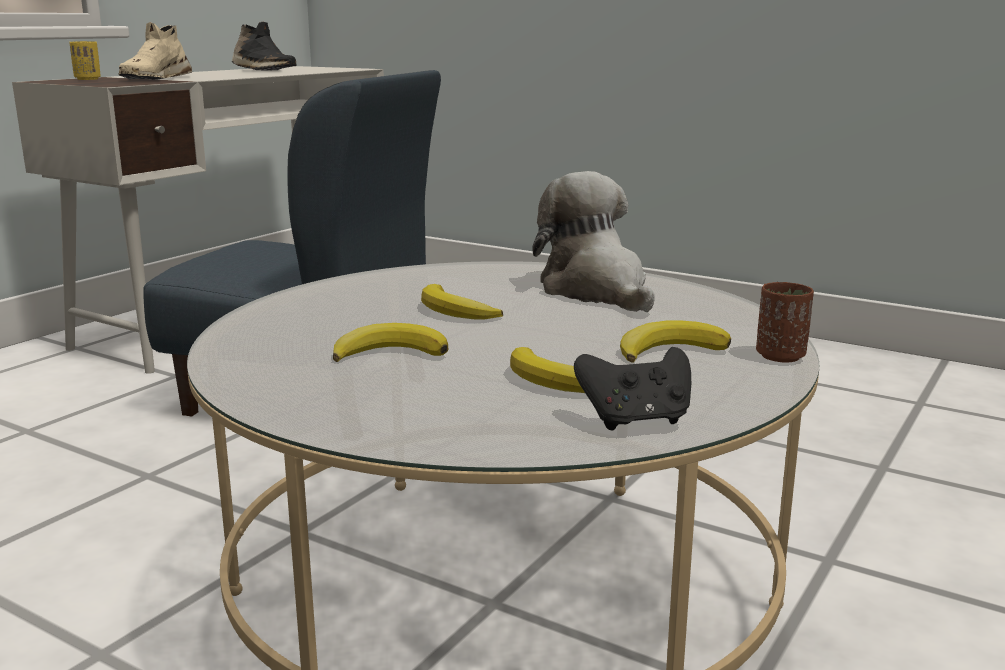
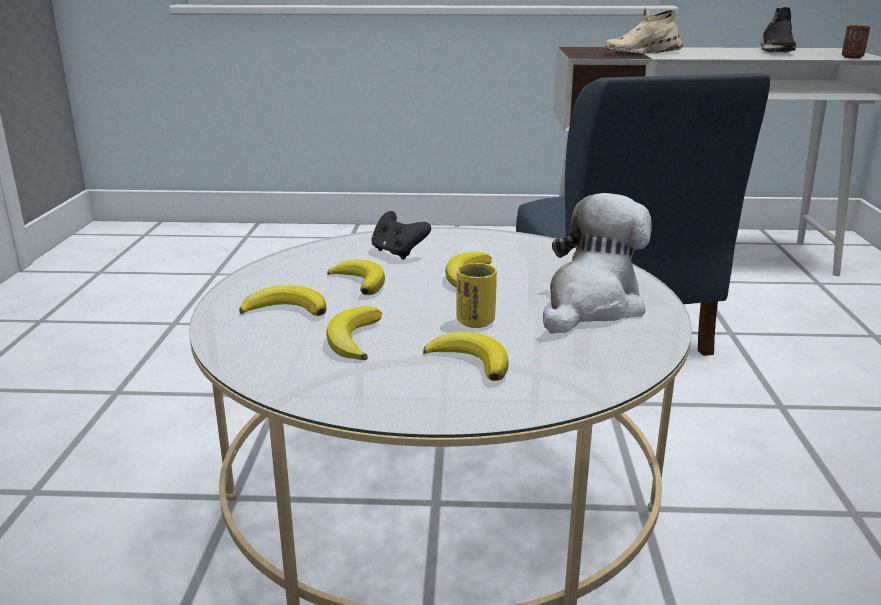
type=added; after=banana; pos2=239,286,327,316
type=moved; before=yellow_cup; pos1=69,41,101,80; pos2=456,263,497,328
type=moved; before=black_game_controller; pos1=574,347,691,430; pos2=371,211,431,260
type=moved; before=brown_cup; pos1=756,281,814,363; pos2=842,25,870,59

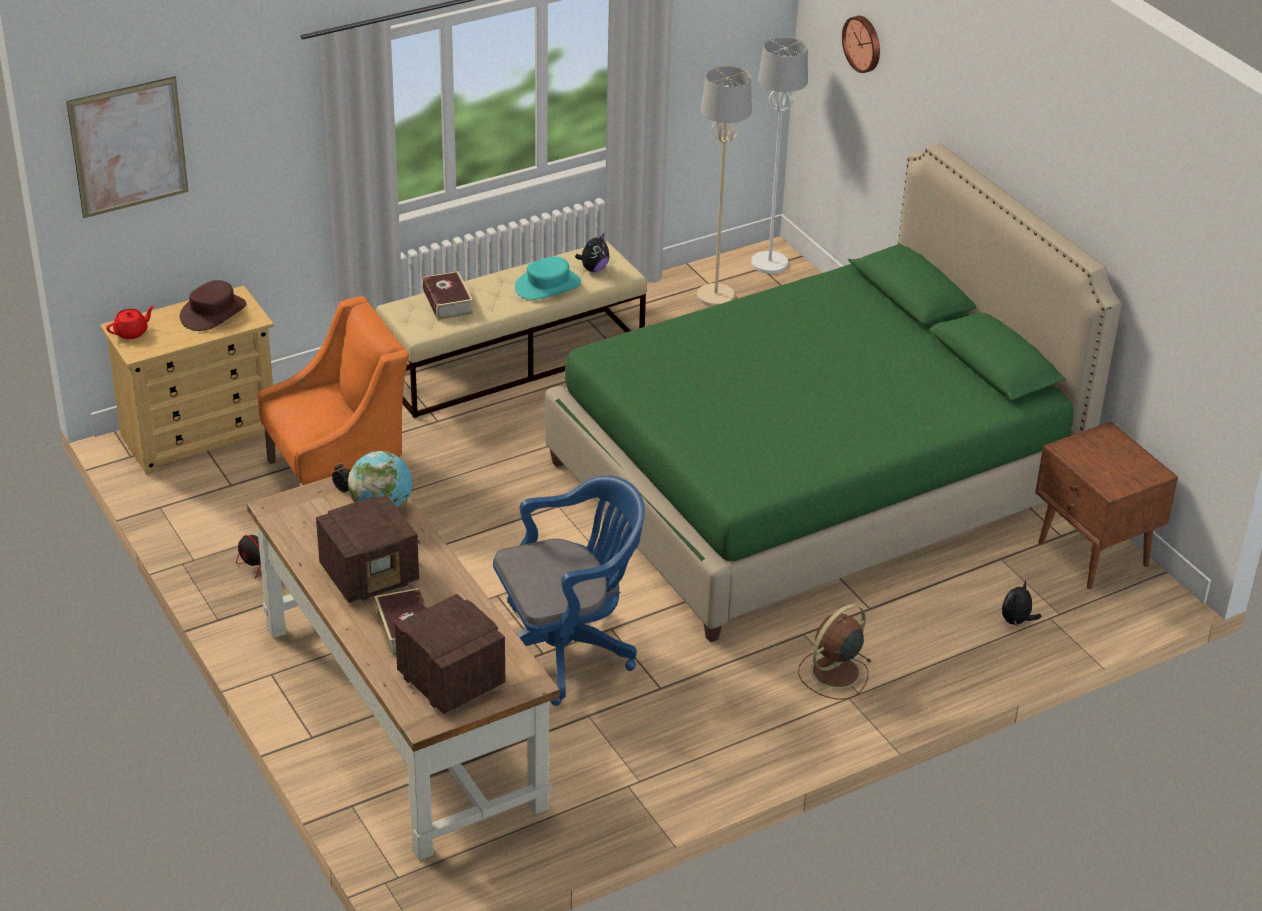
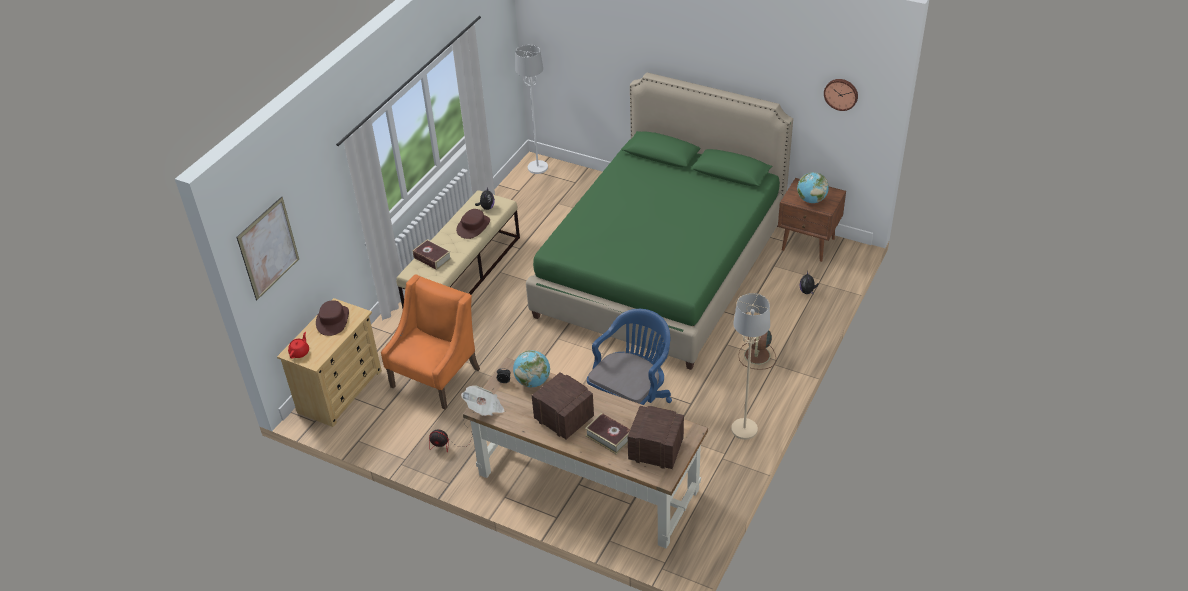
type=added; after=newspaper; pos2=461,385,505,416
type=added; after=globe; pos2=797,172,829,203
type=moved; before=beige_floor_lamp; pos1=697,66,752,307; pos2=731,293,770,440
type=moved; before=wall_clock; pos1=842,16,880,73; pos2=824,79,858,111
type=recoloured; before=turquoise_hat; after=brown_hat; pos1=515,256,581,300; pos2=456,209,490,239
type=turned; before=radio; pos1=316,495,419,603; pos2=532,372,594,439; turn=-75

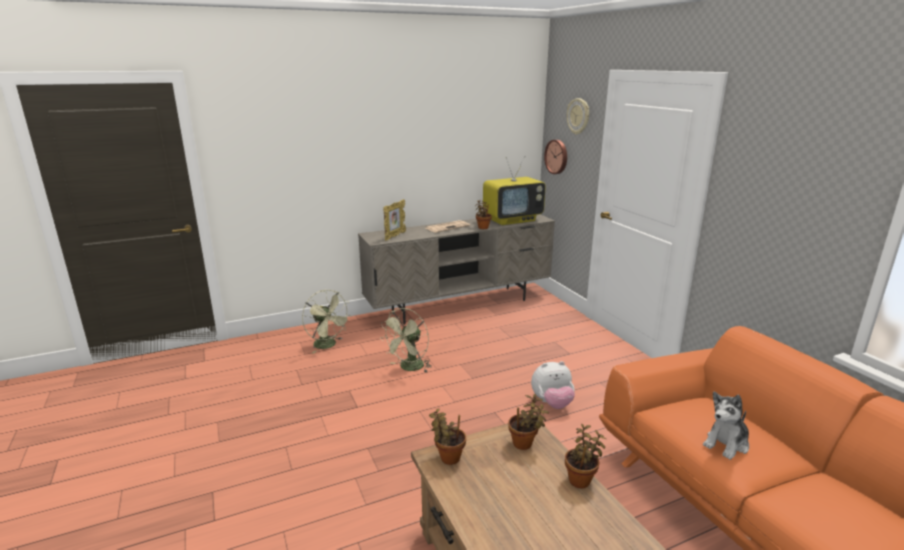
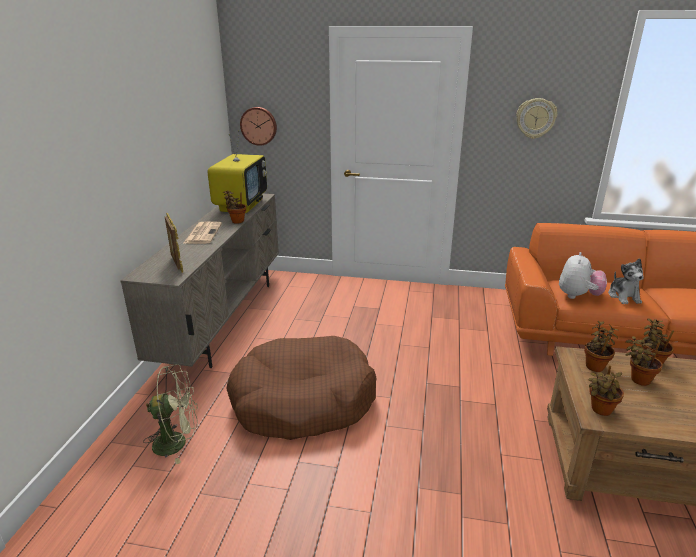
type=added; after=potted_plant; pos2=626,336,663,386
type=moved; before=plush_toy; pos1=531,361,575,409; pos2=559,252,607,299
type=moved; before=wall_clock; pos1=567,98,589,135; pos2=516,98,557,139
type=replaced; before=green_fan; after=brown_dog_bed; pos1=380,308,430,373; pos2=226,336,377,440

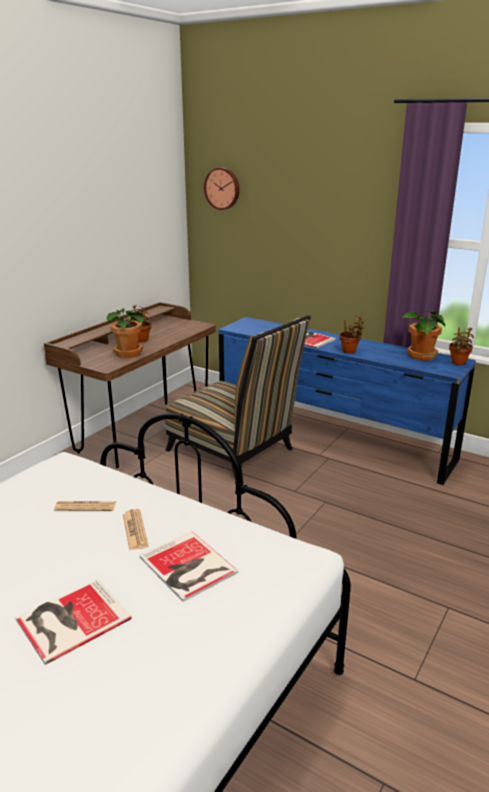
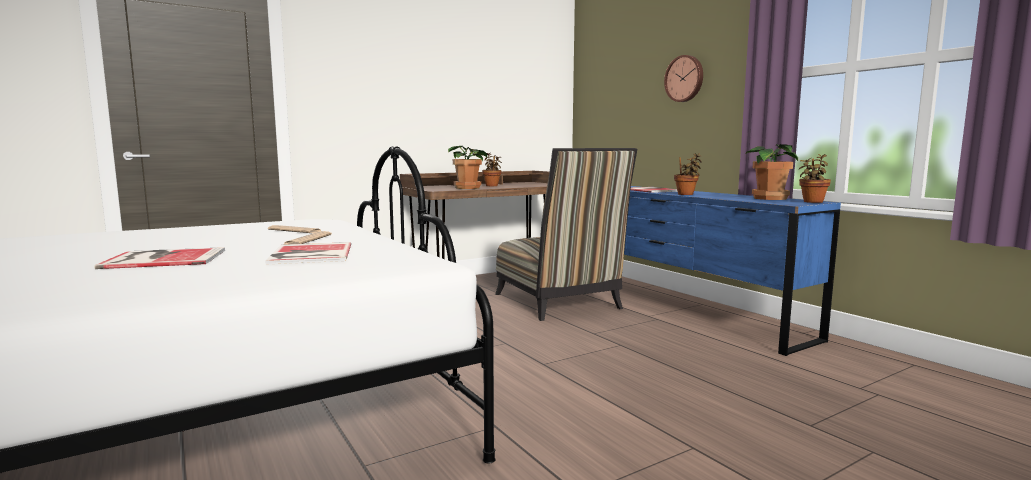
type=moved; before=wall_clock; pos1=204,167,240,210; pos2=664,55,703,102

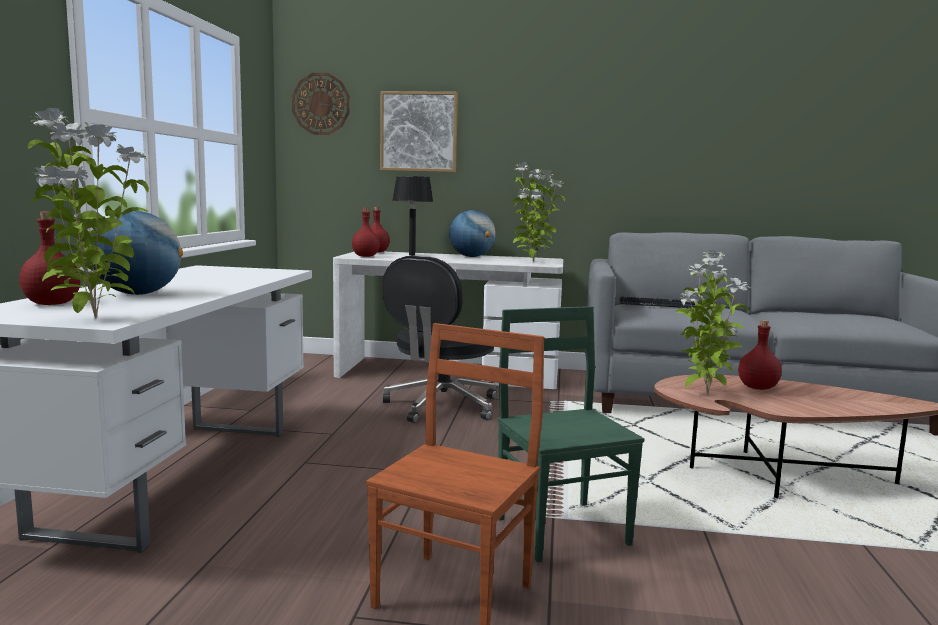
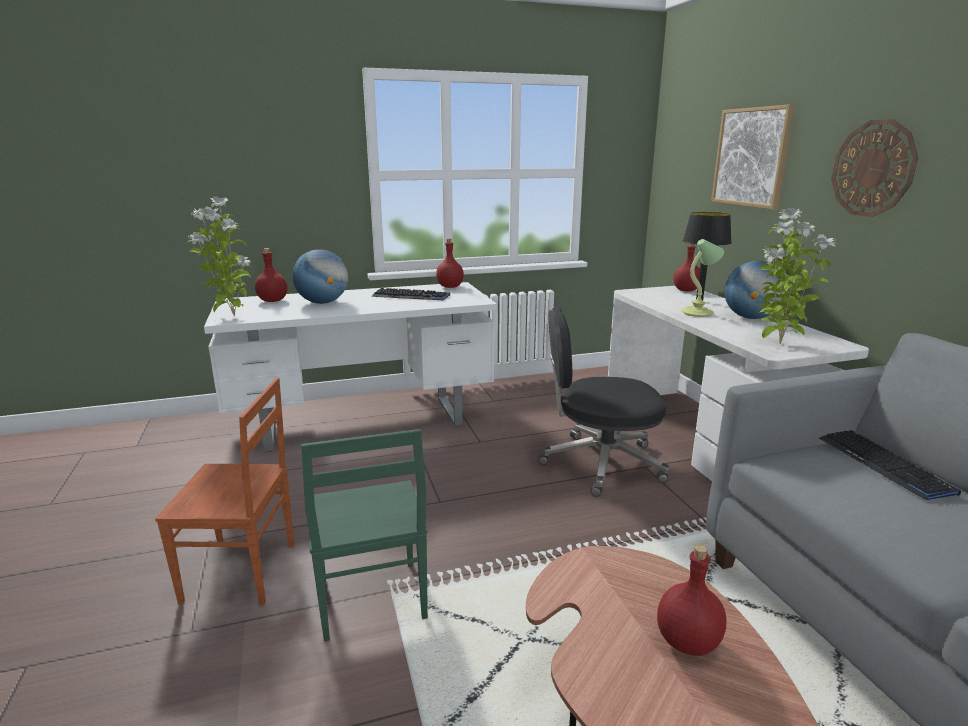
type=removed; before=potted_plant; pos1=675,250,750,395
type=added; after=keyboard; pos2=372,288,450,301
type=added; after=table_lamp; pos2=682,239,724,317
type=moved; before=wall_clock; pos1=292,73,350,135; pos2=831,119,918,217
type=moved; before=red_bottle; pos1=352,208,380,257; pos2=436,239,464,288
type=turned; before=green_chair; pos1=498,306,644,563; pos2=301,429,428,642; turn=120

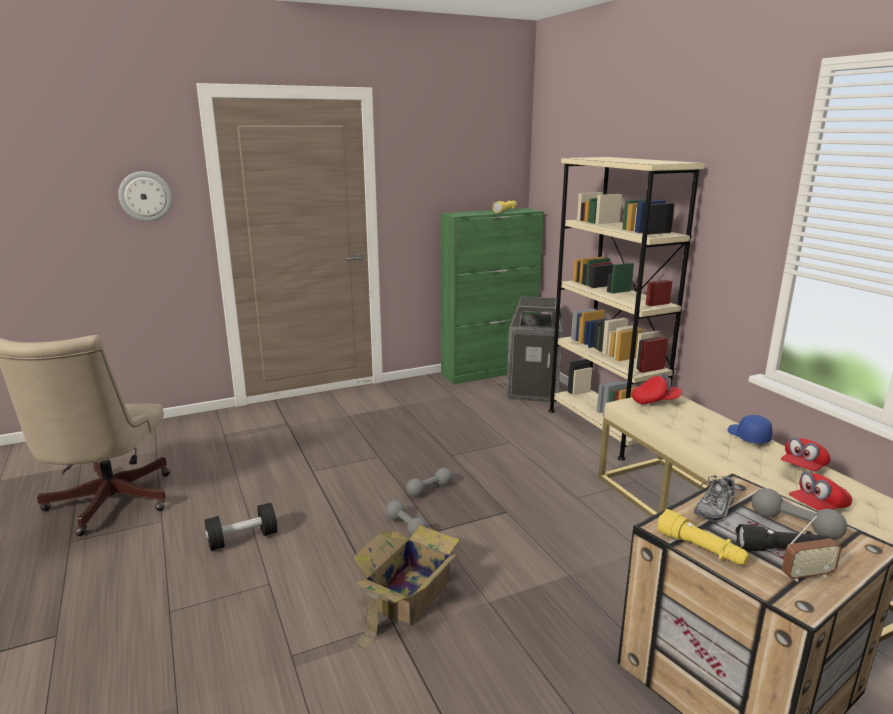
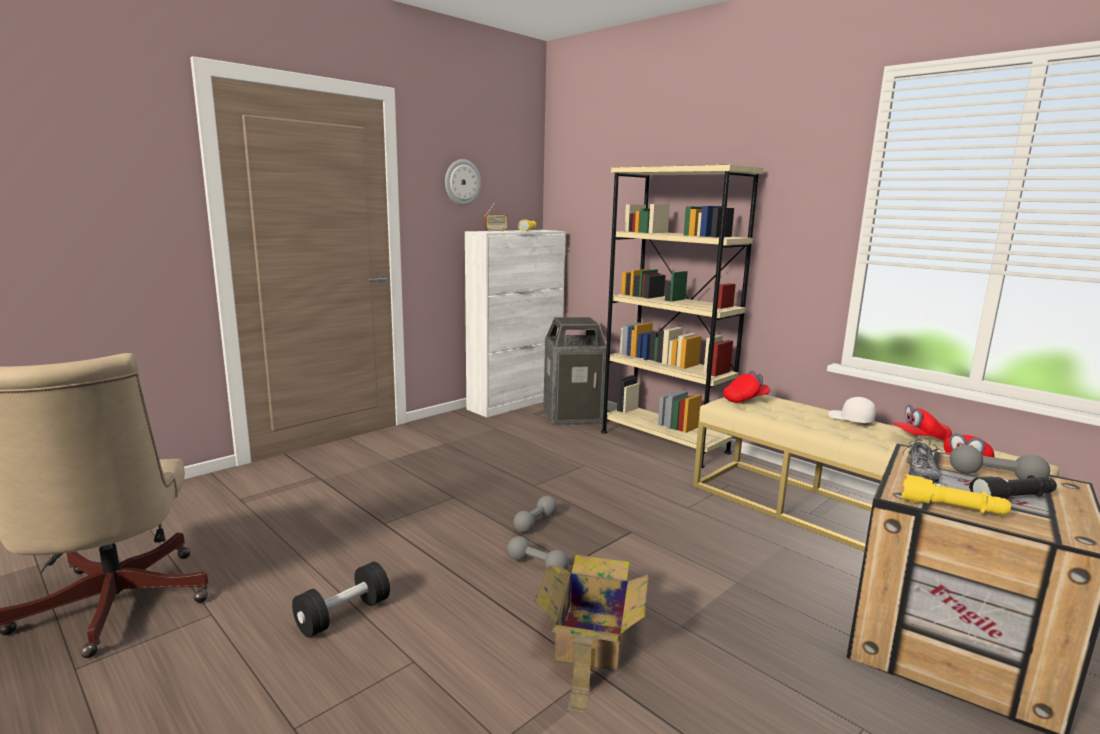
type=moved; before=wall_clock; pos1=118,171,173,222; pos2=445,159,481,206
type=moved; before=radio; pos1=782,516,842,582; pos2=484,202,508,232
type=recoloured; before=green_cabinet; after=white_cabinet; pos1=440,208,544,384; pos2=465,230,566,418
type=recoloured; before=blue_cap; after=white_cap; pos1=728,415,773,444; pos2=829,397,876,423
type=turned; before=red_cap; pos1=781,437,830,471; pos2=891,404,952,441; turn=60

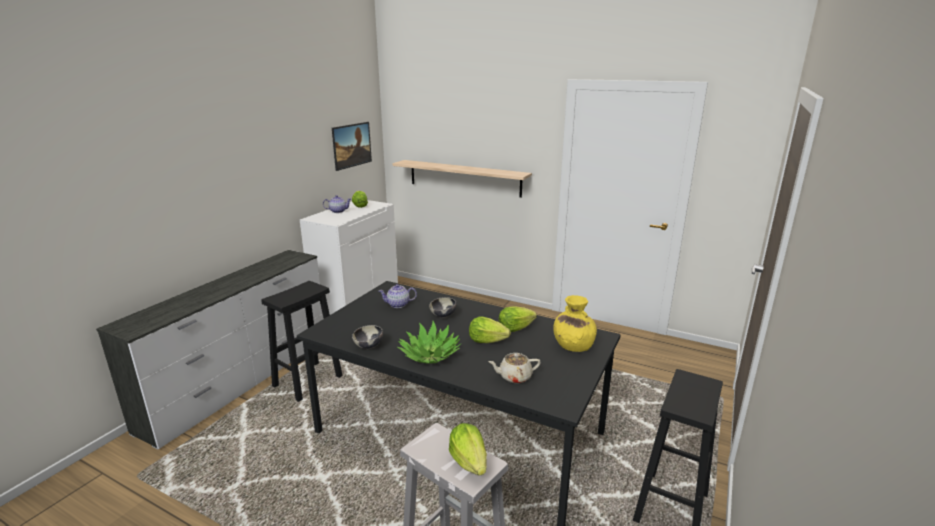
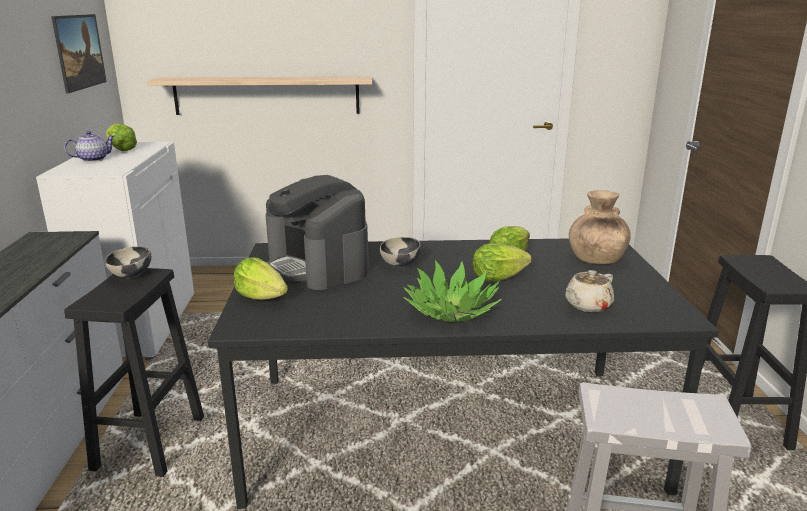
type=moved; before=bowl; pos1=352,325,383,349; pos2=105,246,151,279
type=moved; before=lettuce; pos1=449,423,487,476; pos2=234,257,288,300
type=replaced; before=teapot; after=coffee_machine; pos1=379,284,417,308; pos2=265,175,369,290
type=recoloured; before=yellow_vase; after=brown_vase; pos1=553,295,597,352; pos2=569,190,631,264

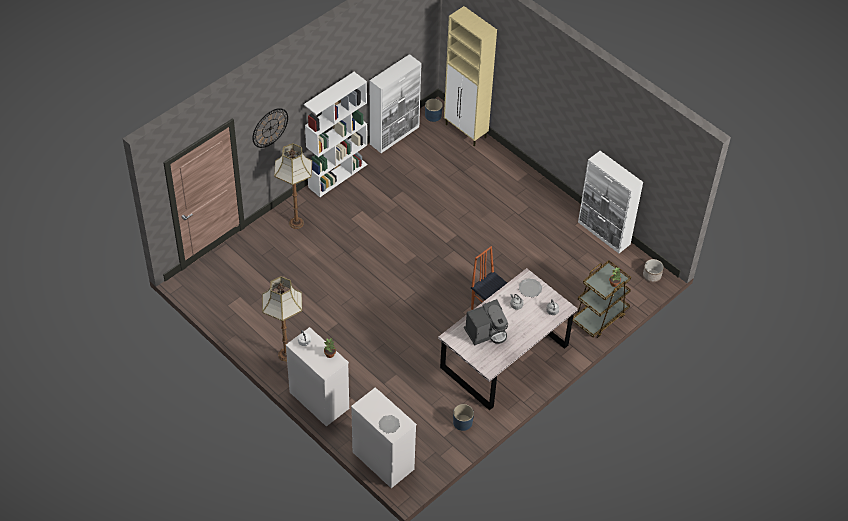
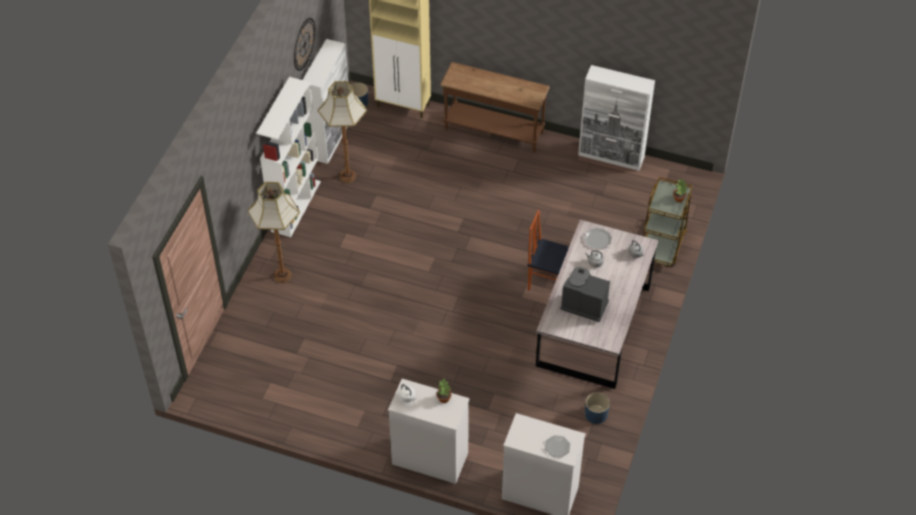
type=removed; before=planter; pos1=643,259,664,282
type=added; after=brown_console_table; pos2=440,62,550,153
type=moved; before=wall_clock; pos1=253,108,288,148; pos2=294,18,316,71
type=moved; before=floor_lamp; pos1=262,276,302,361; pos2=318,81,367,183
type=turned; before=coffee_machine; pos1=464,299,508,345; pos2=560,267,610,322; turn=-105

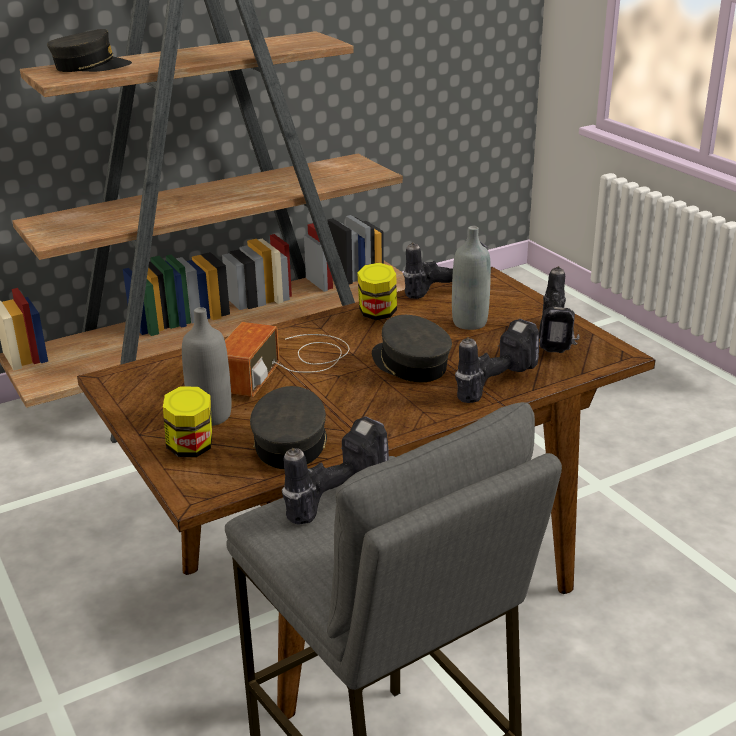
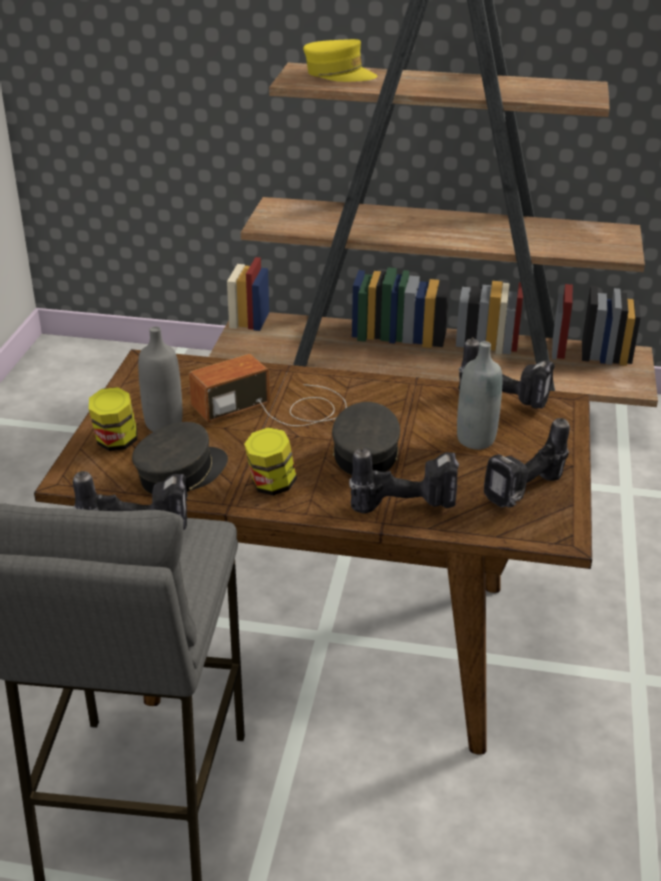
type=moved; before=jar; pos1=358,263,397,320; pos2=244,427,297,496
type=recoloured; before=grey_cap; after=yellow_cap; pos1=47,29,132,72; pos2=303,39,377,82

